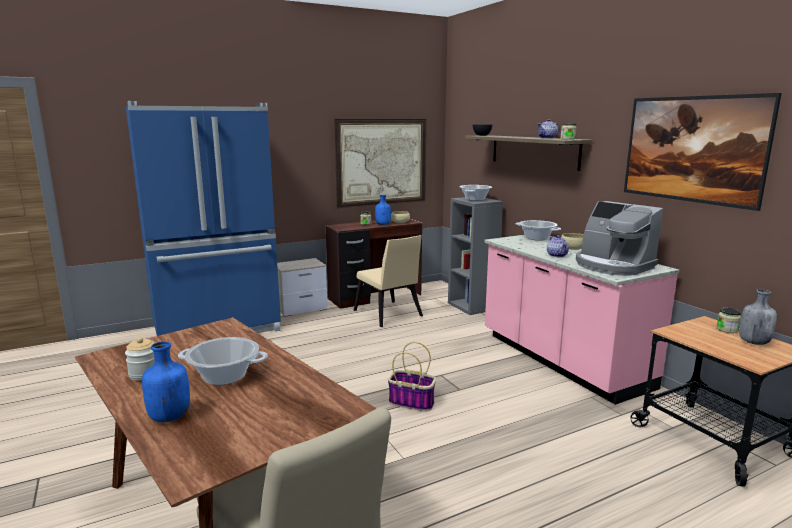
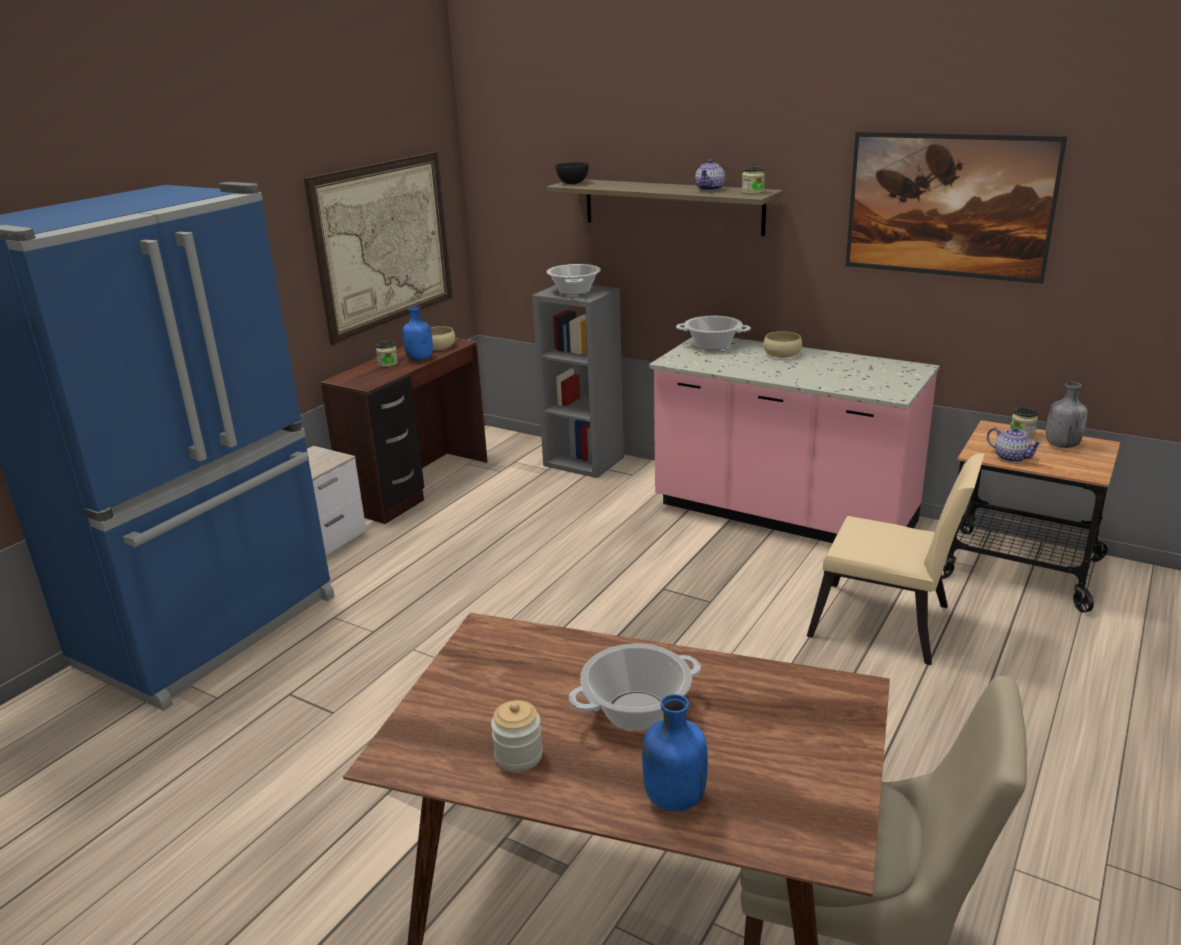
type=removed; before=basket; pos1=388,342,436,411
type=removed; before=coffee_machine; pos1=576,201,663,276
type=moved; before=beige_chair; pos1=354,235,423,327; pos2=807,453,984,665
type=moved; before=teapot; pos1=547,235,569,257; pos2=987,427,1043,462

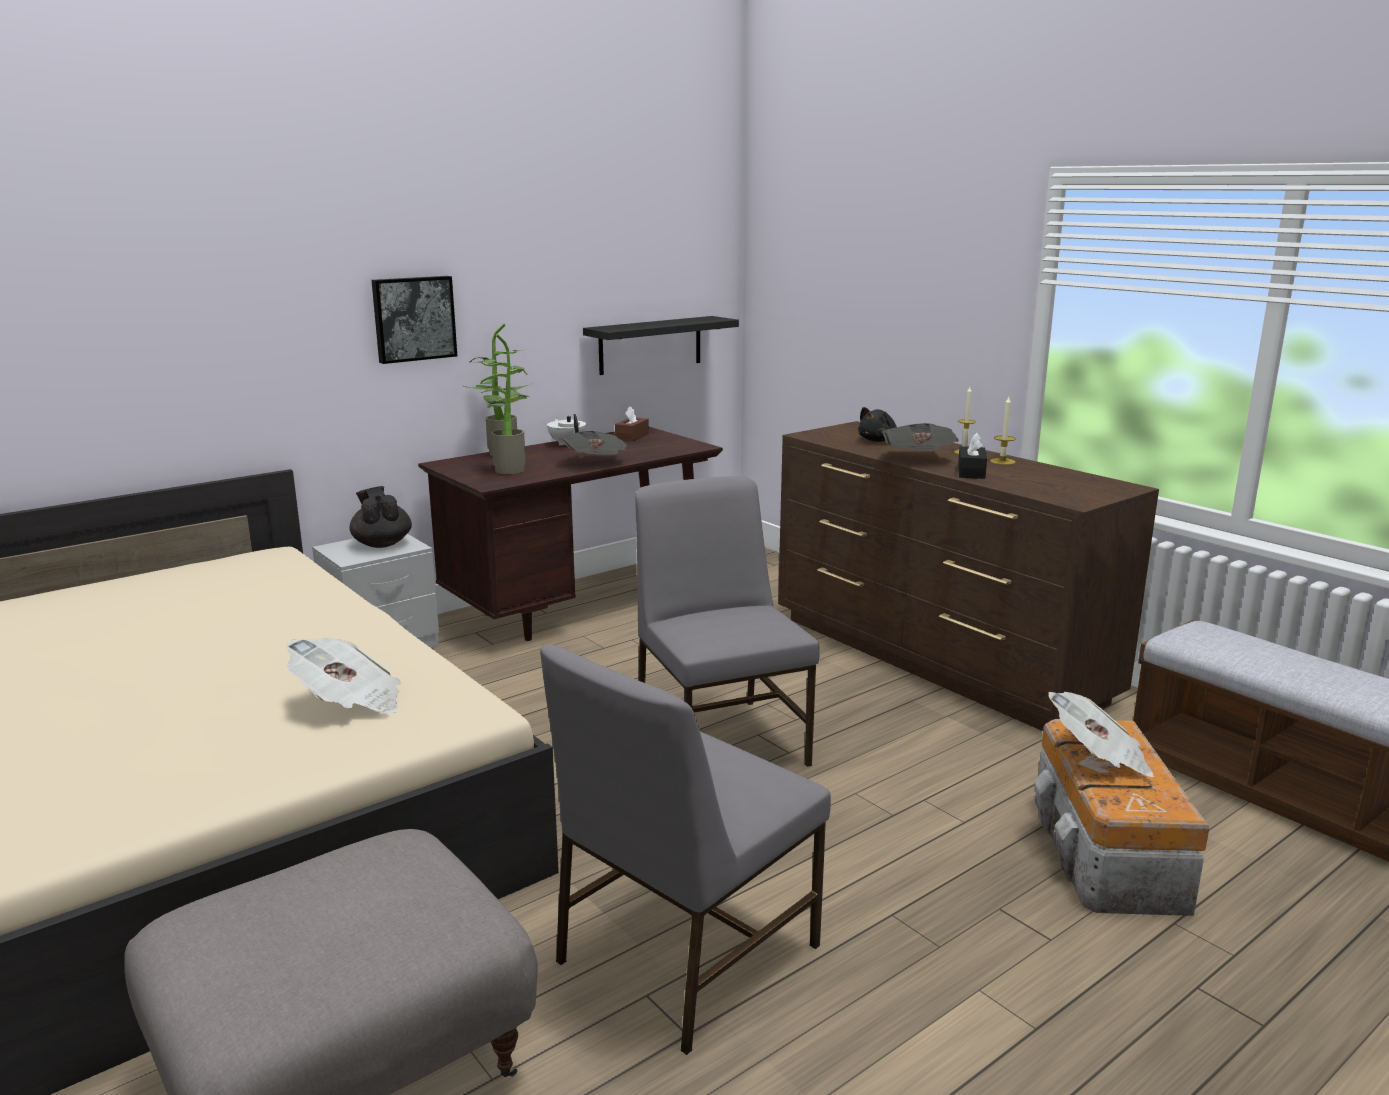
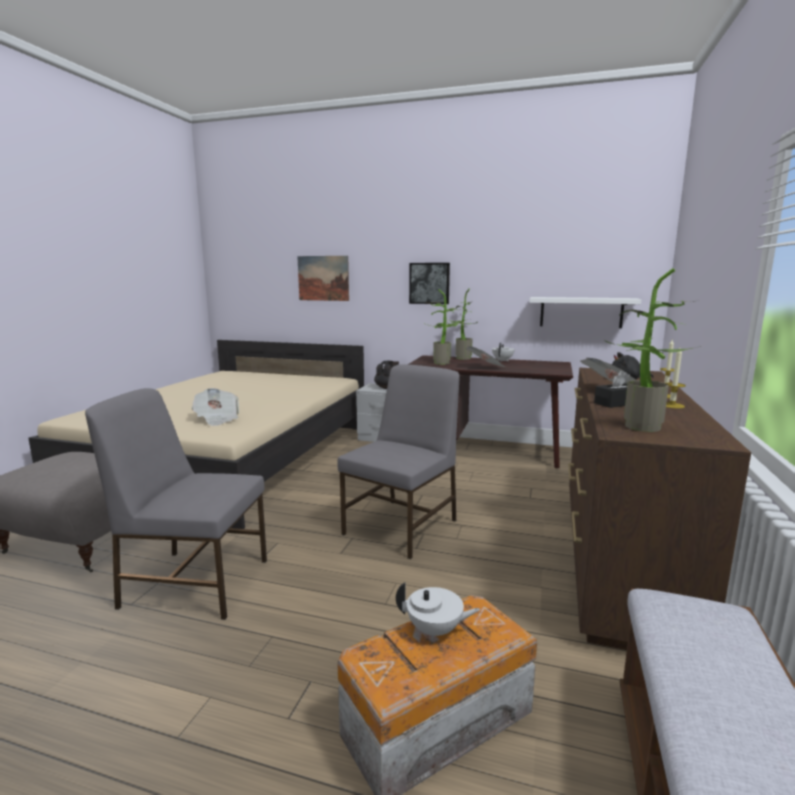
type=removed; before=brown_tissue_box; pos1=615,406,649,442
type=added; after=picture; pos2=297,256,349,301
type=added; after=potted_plant; pos2=603,268,701,432
type=replaced; before=newspaper; after=white_teapot; pos1=1048,692,1154,777; pos2=396,582,480,641
type=recoloured; before=black_shelf; after=white_shelf; pos1=583,316,739,375; pos2=529,297,641,328

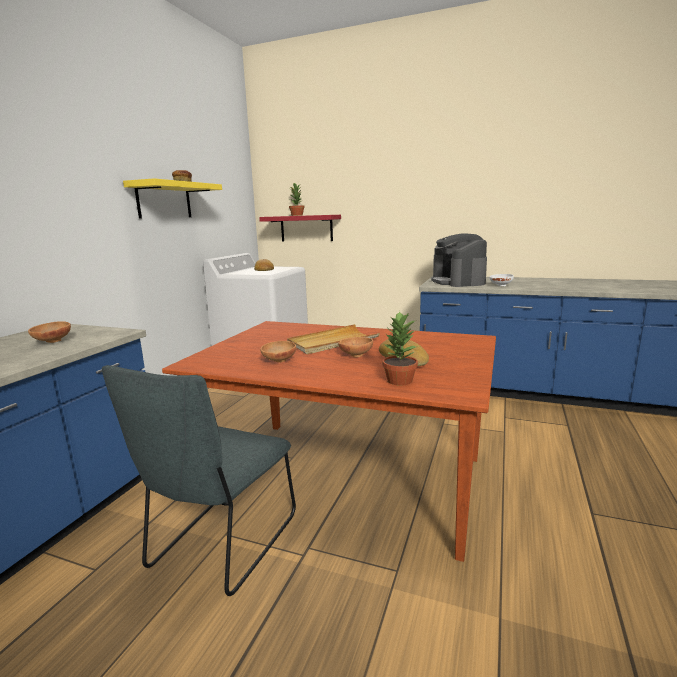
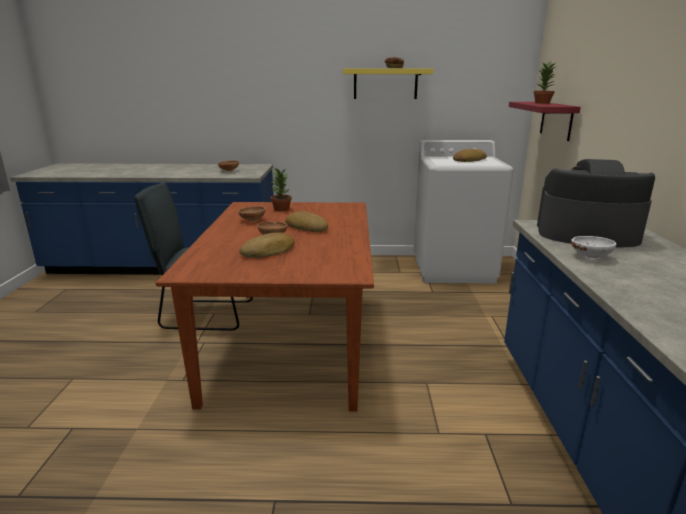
type=moved; before=potted_plant; pos1=382,311,418,386; pos2=271,168,292,211
type=replaced; before=beige_tray; after=bread; pos1=287,324,380,354; pos2=285,211,328,232
type=turned; before=coffee_machine; pos1=431,233,487,287; pos2=537,159,655,247; turn=45

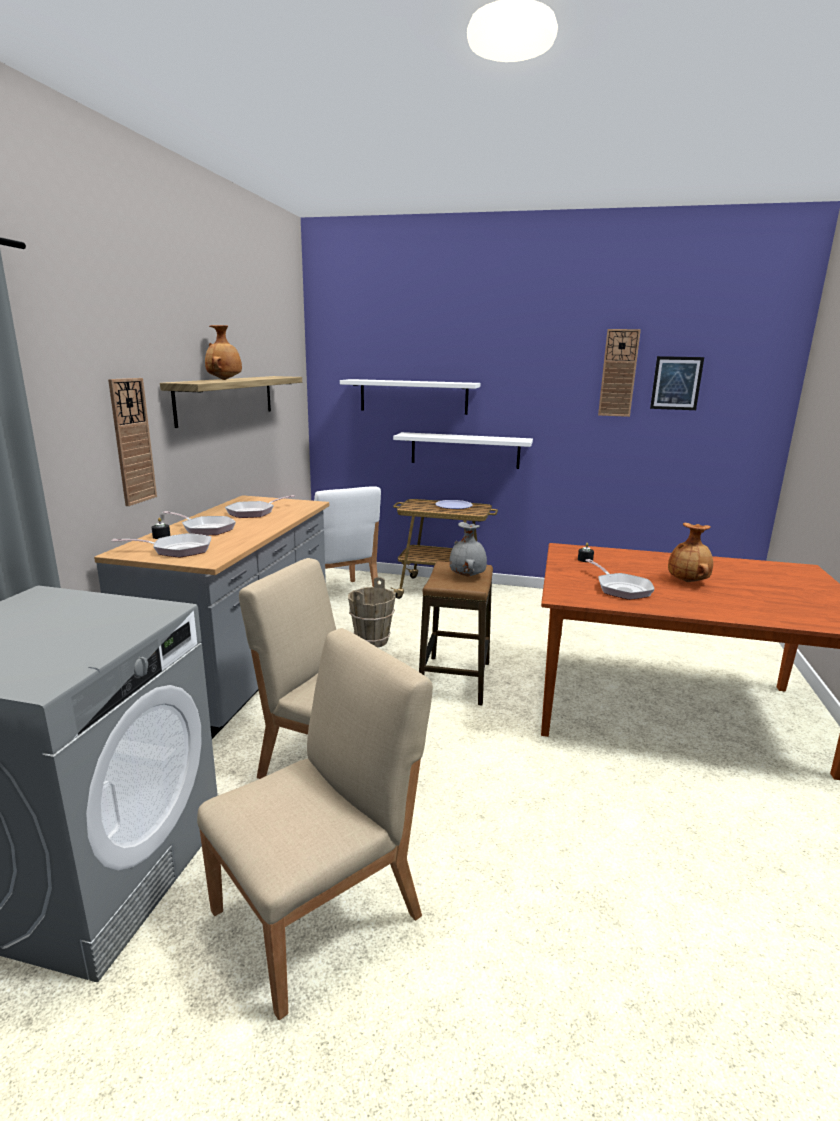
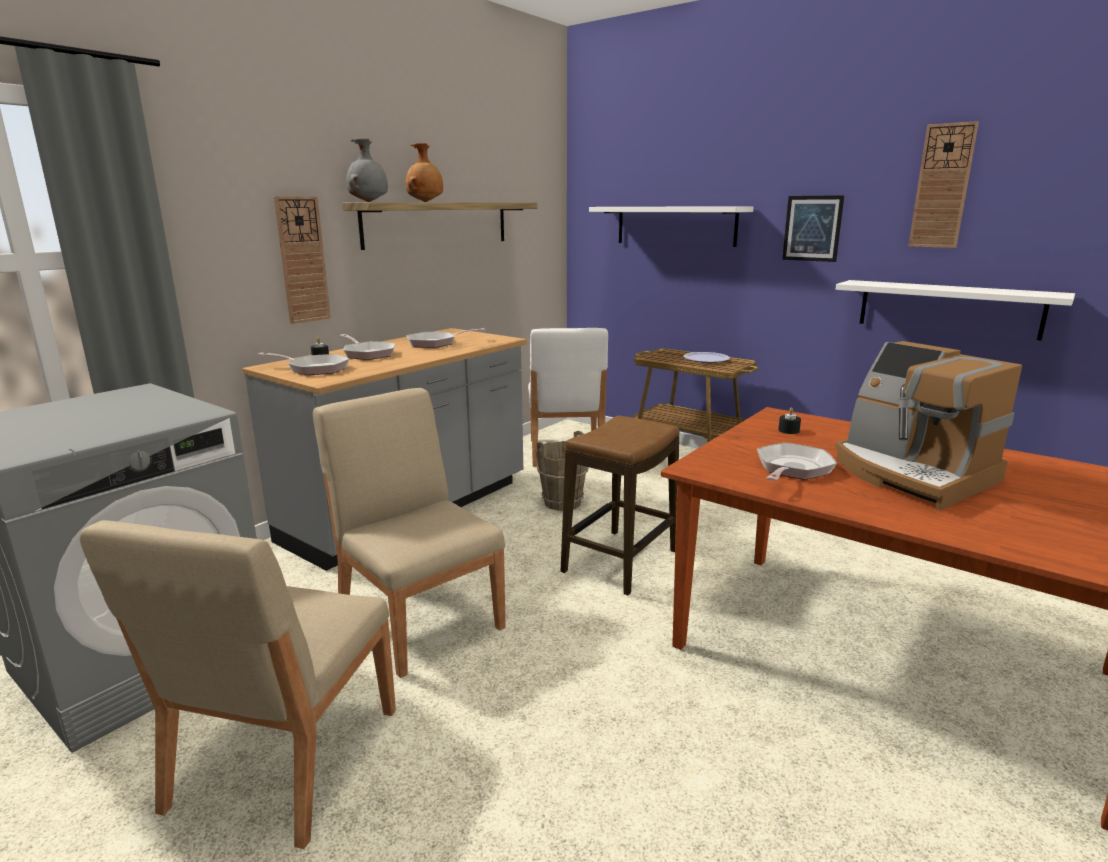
type=moved; before=white_shelf; pos1=393,432,533,469; pos2=836,280,1075,341
type=moved; before=grey_vase; pos1=449,522,487,577; pos2=346,138,388,202
type=moved; before=picture; pos1=650,356,704,410; pos2=782,195,844,262
type=replaced; before=brown_vase; after=coffee_machine; pos1=668,523,713,582; pos2=835,341,1022,510
type=turned; before=beige_chair; pos1=197,628,433,1020; pos2=80,520,396,849; turn=120
type=turned; before=frying_pan; pos1=585,559,655,600; pos2=757,443,837,481; turn=-150

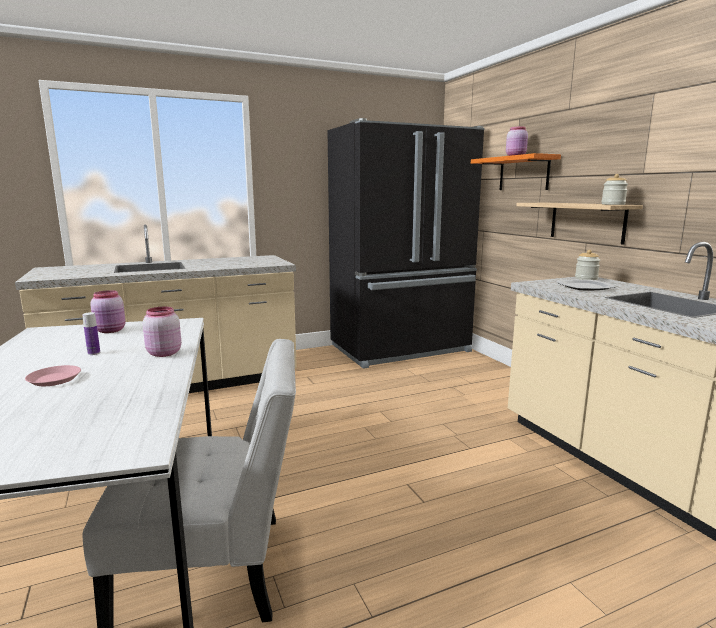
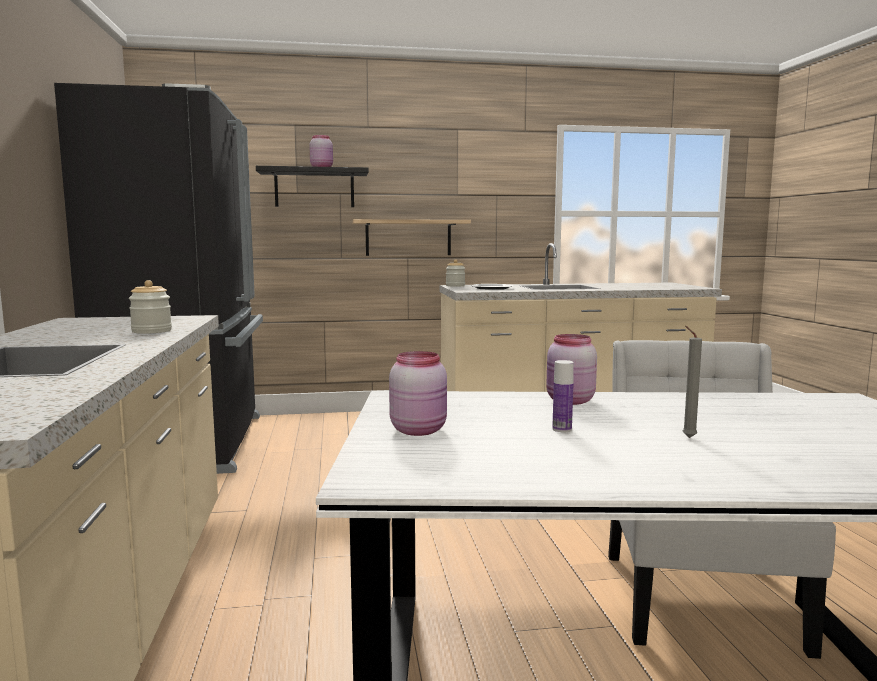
type=moved; before=jar; pos1=602,174,628,205; pos2=129,280,172,334
type=replaced; before=pink_plate; after=grey_candle; pos1=25,365,81,386; pos2=682,326,702,438
type=recoloured; before=orange_shelf; after=black_shelf; pos1=471,153,561,190; pos2=256,166,369,207

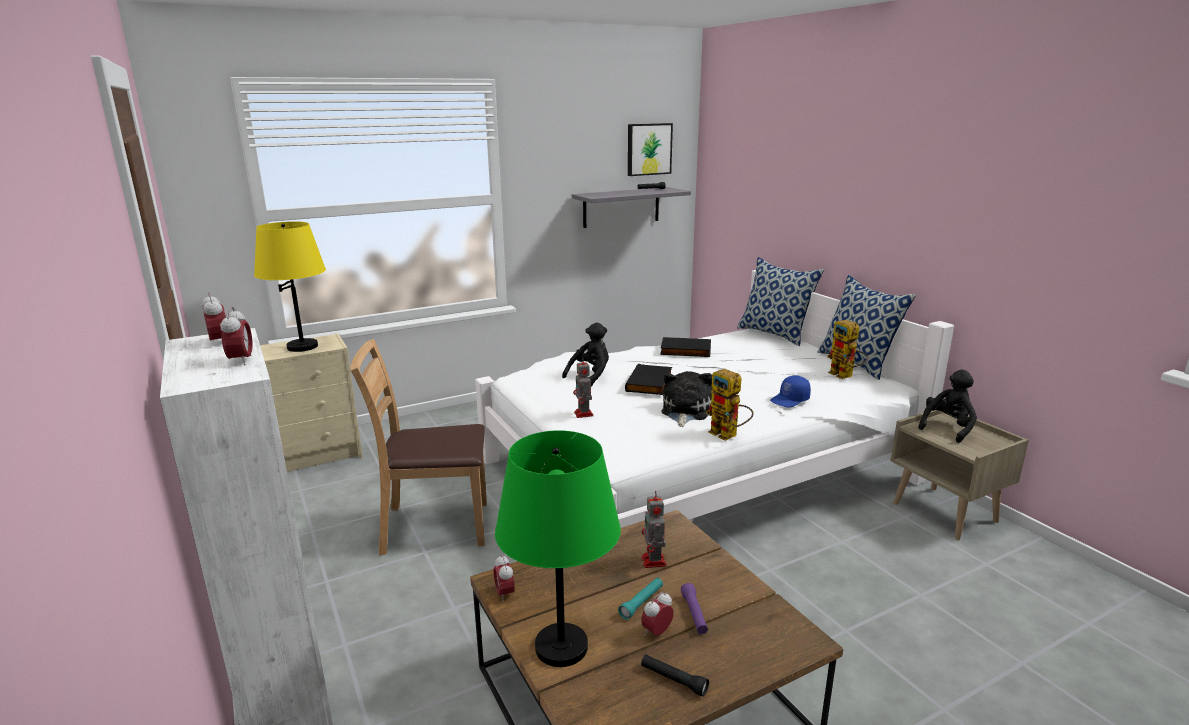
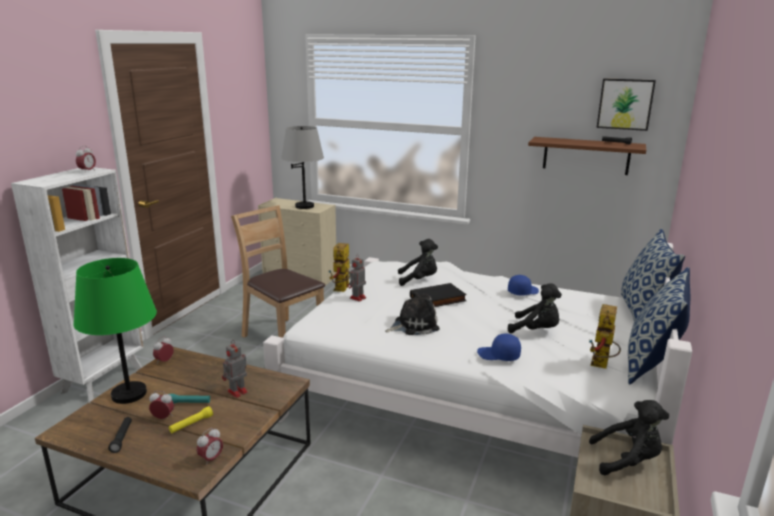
type=added; after=black_plush_toy; pos2=508,283,562,333
type=moved; before=alarm_clock; pos1=220,306,253,365; pos2=197,428,223,466
type=moved; before=toy_robot; pos1=706,369,754,441; pos2=329,243,350,292
type=replaced; before=black_book; after=blue_cap; pos1=660,337,711,357; pos2=508,275,539,296
type=recoloured; before=yellow_table_lamp; after=grey_table_lamp; pos1=254,222,326,352; pos2=281,126,324,209
type=recoloured; before=grey_shelf; after=brown_shelf; pos1=572,187,691,228; pos2=528,137,646,175
type=recoloured; before=purple_flashlight; after=yellow_flashlight; pos1=681,583,708,634; pos2=169,406,213,433

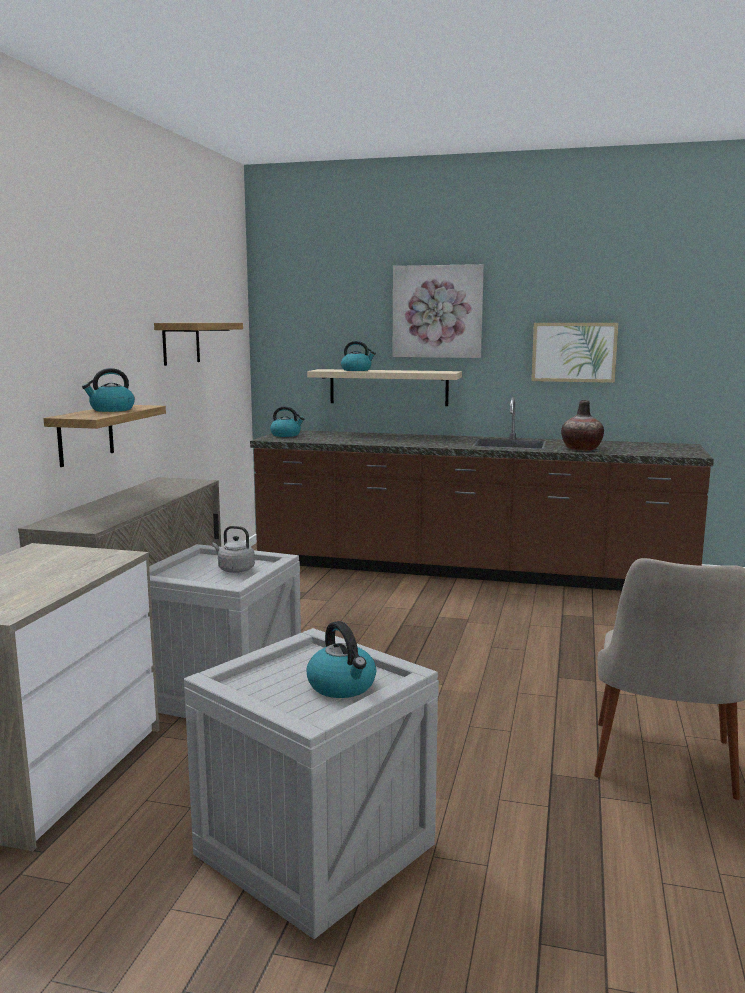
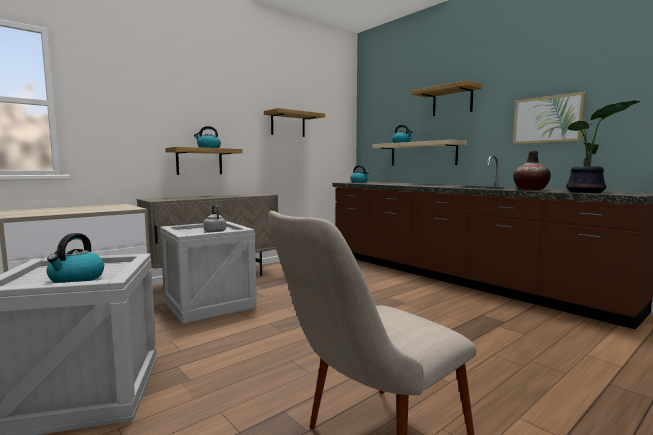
type=added; after=potted_plant; pos2=565,100,641,193
type=replaced; before=picture; after=shelf; pos1=393,264,484,358; pos2=411,80,482,116

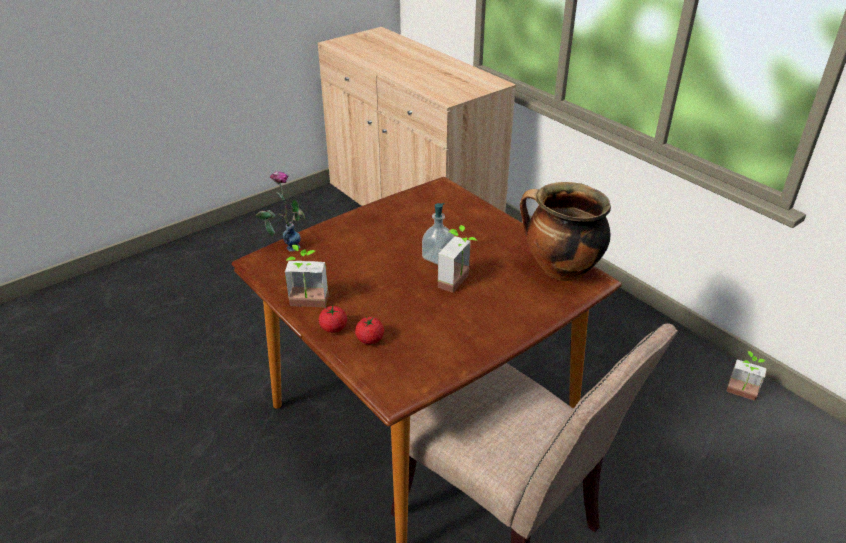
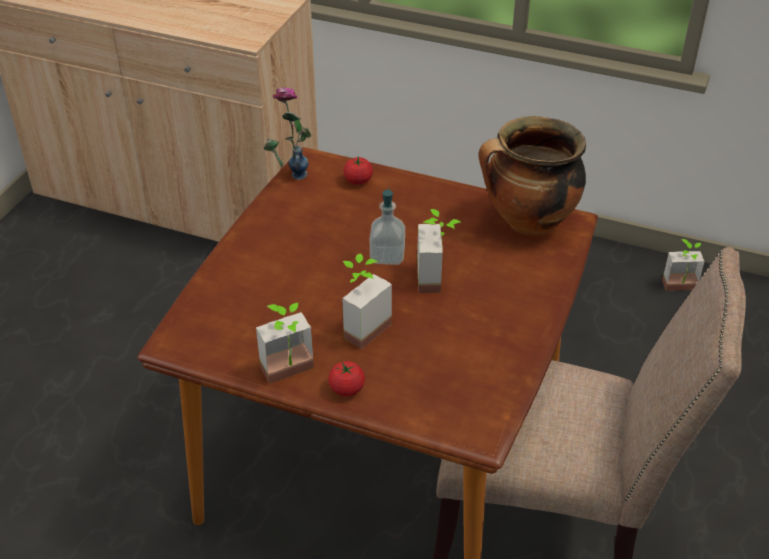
type=added; after=potted_plant; pos2=342,253,392,349
type=moved; before=vase; pos1=256,171,306,252; pos2=263,87,311,180
type=moved; before=tomato; pos1=355,317,384,344; pos2=343,156,373,185

